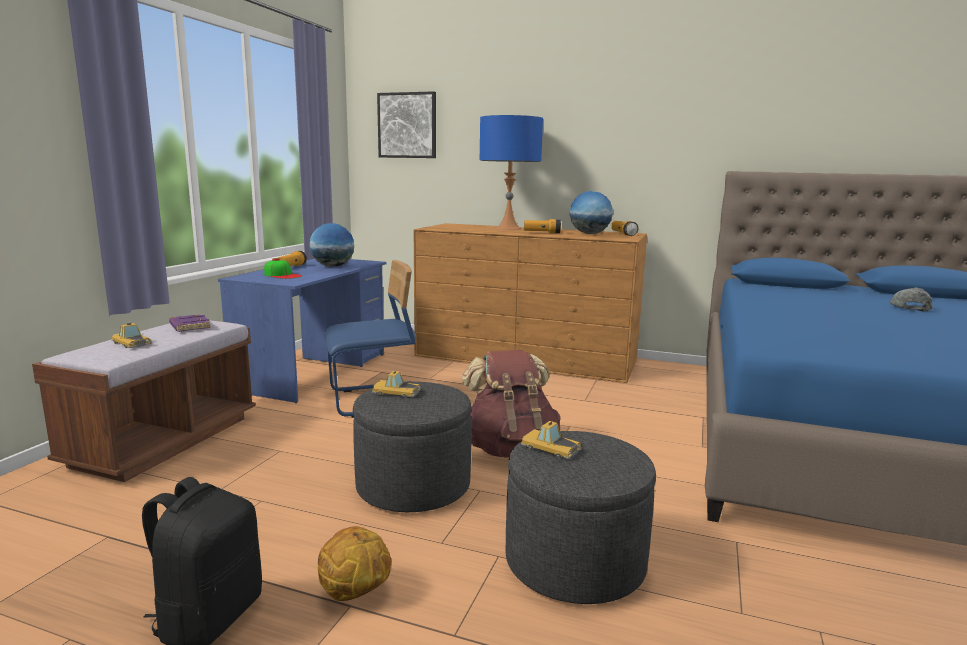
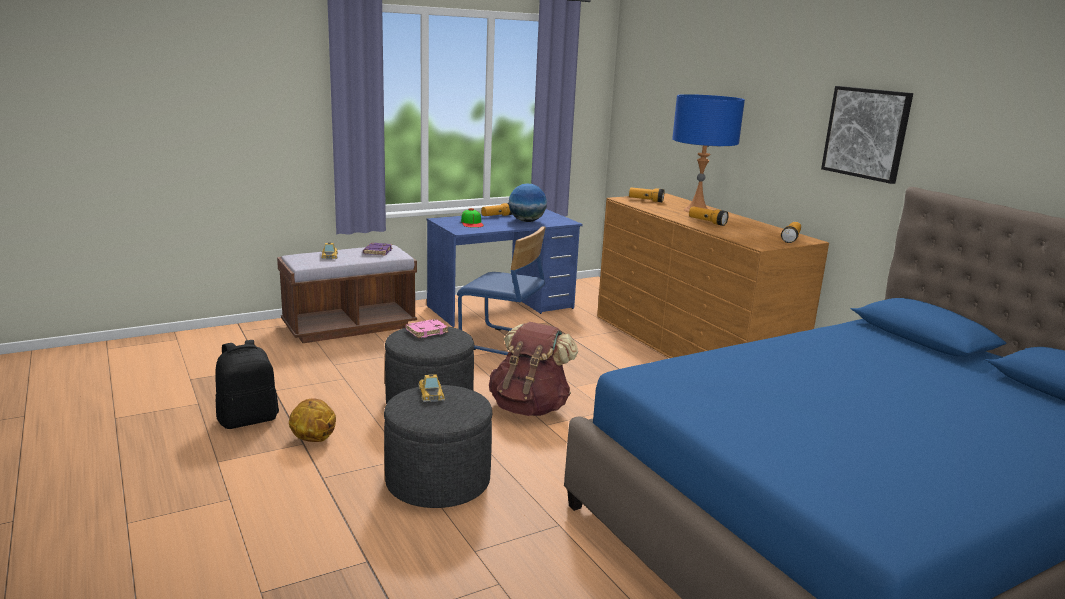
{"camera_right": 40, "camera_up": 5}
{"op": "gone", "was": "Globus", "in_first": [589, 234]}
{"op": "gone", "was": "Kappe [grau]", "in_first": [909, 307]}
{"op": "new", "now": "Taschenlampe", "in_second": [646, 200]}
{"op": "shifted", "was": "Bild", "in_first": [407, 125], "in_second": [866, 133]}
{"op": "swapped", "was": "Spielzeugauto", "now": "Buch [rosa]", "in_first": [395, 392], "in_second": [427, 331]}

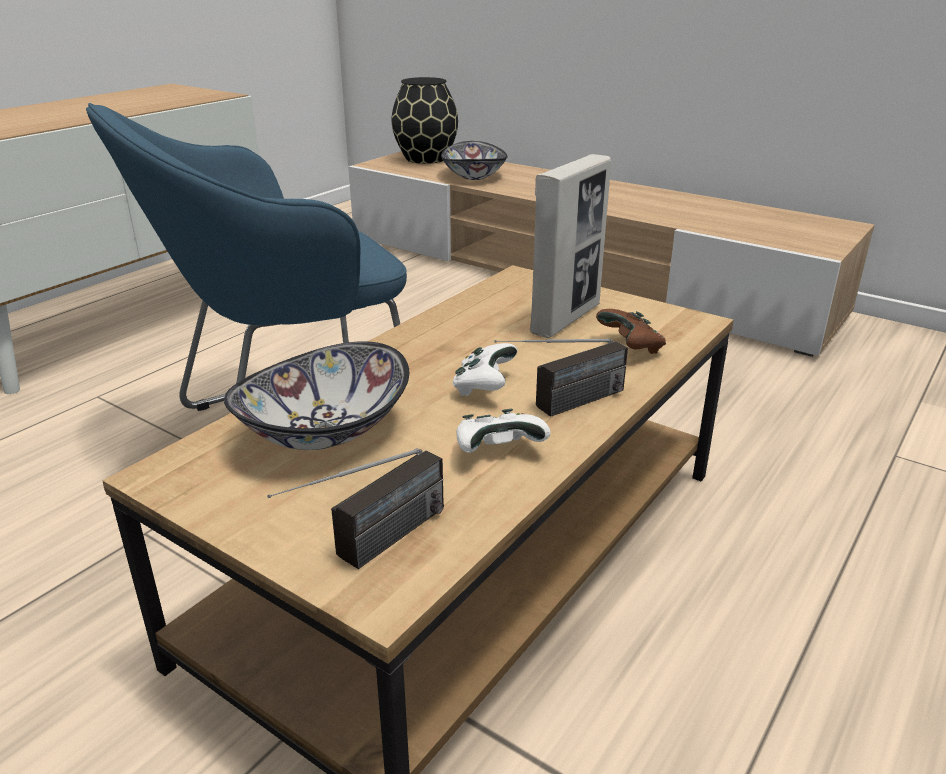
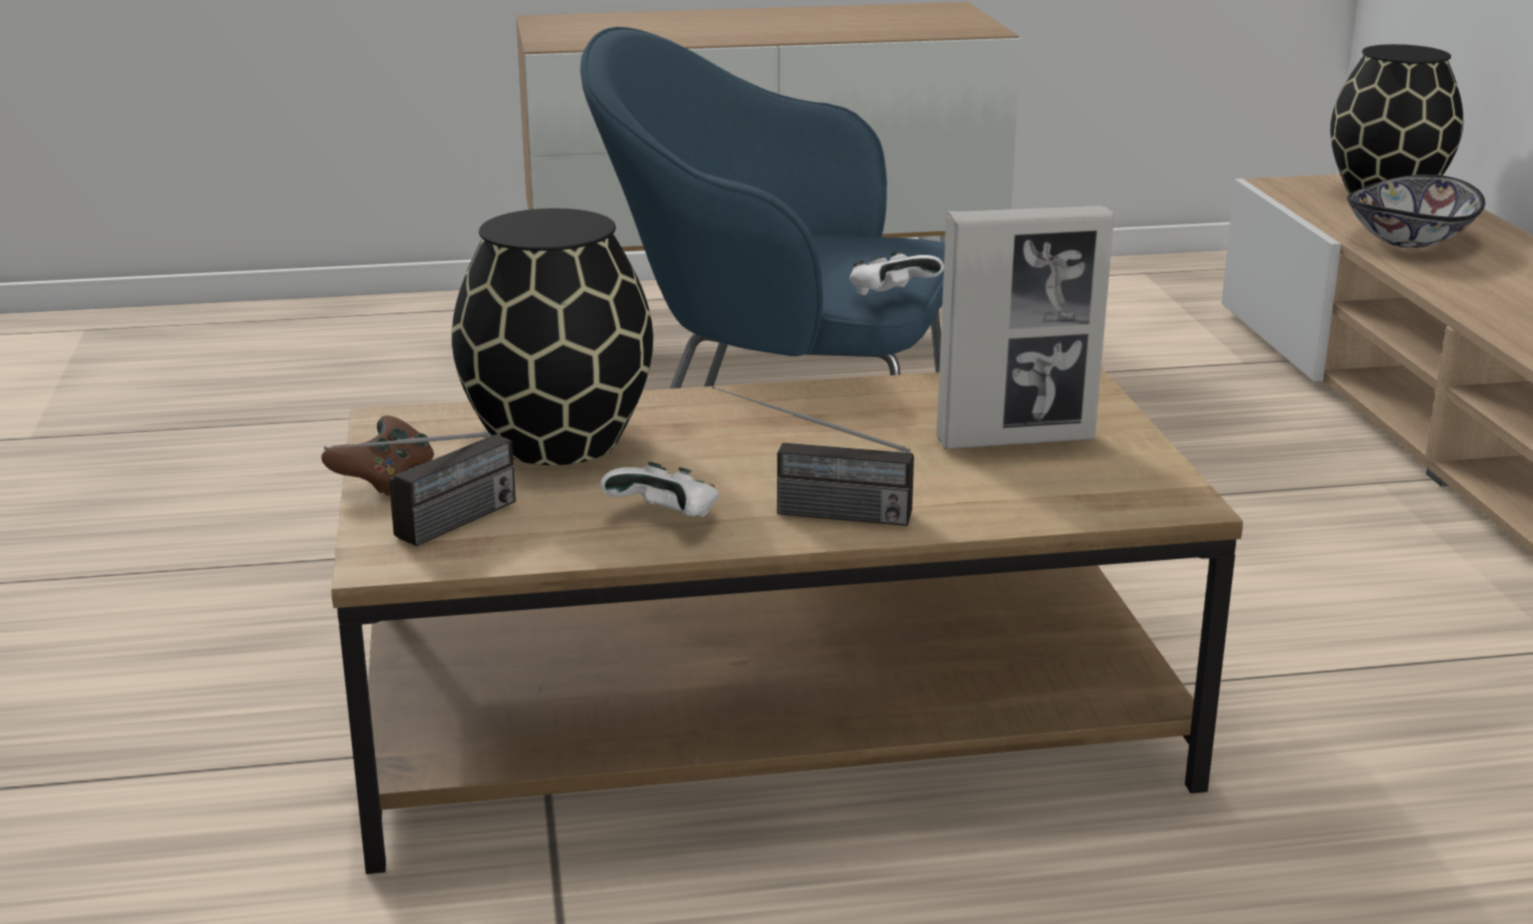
{"camera_right": 45, "camera_up": -5}
{"op": "shifted", "was": "Gamepad [weiß]", "in_first": [484, 387], "in_second": [891, 295]}
{"op": "shifted", "was": "Gamepad [braun]", "in_first": [631, 348], "in_second": [384, 480]}
{"op": "swapped", "was": "Schüssel", "now": "Vase [schwarz]", "in_first": [323, 430], "in_second": [560, 440]}
{"op": "rotated", "was": "Radio", "in_first": [370, 549], "in_second": [431, 532], "clockwise": -45}

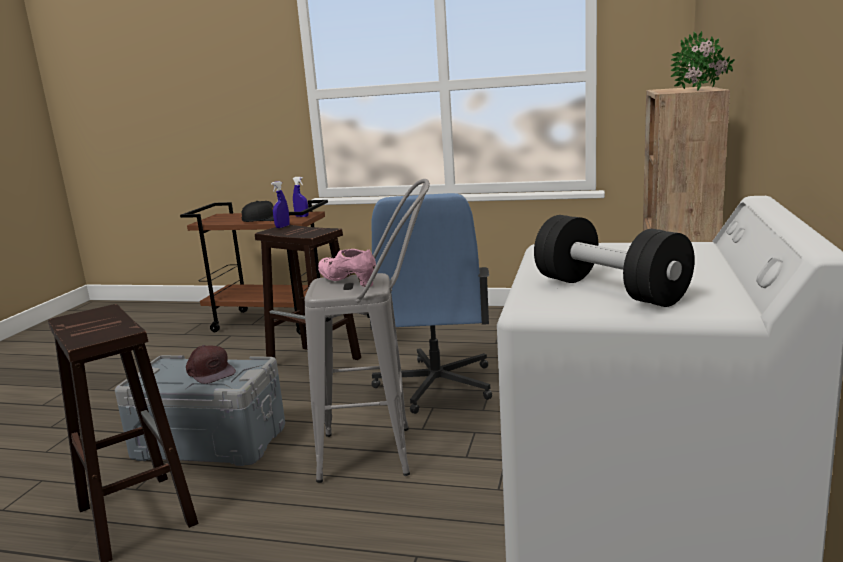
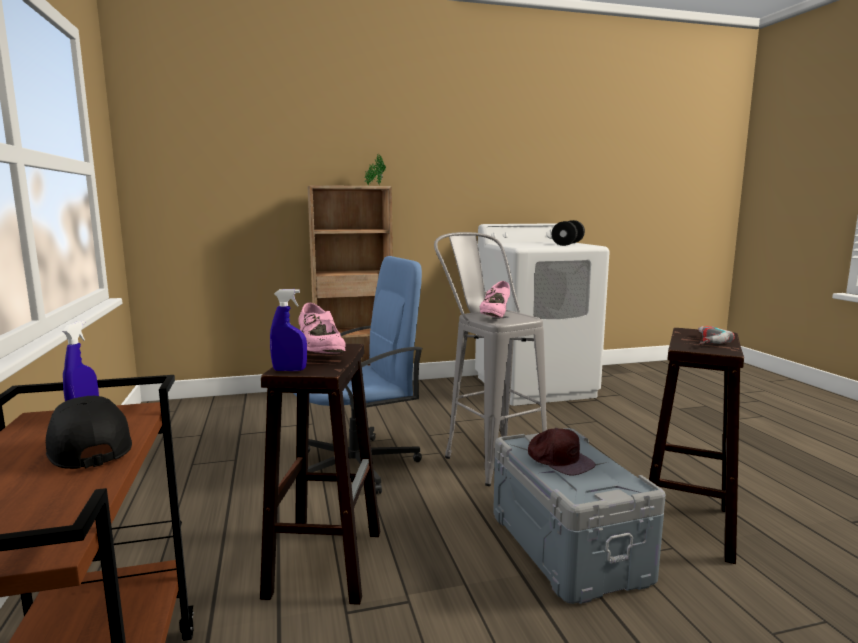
{"camera_right": -120, "camera_up": -5}
{"op": "new", "now": "Schuh [rosa]", "in_second": [321, 352]}
{"op": "new", "now": "Bohrmaschine", "in_second": [700, 341]}
{"op": "rotated", "was": "Kappe [braun]", "in_first": [210, 372], "in_second": [559, 460], "clockwise": 120}

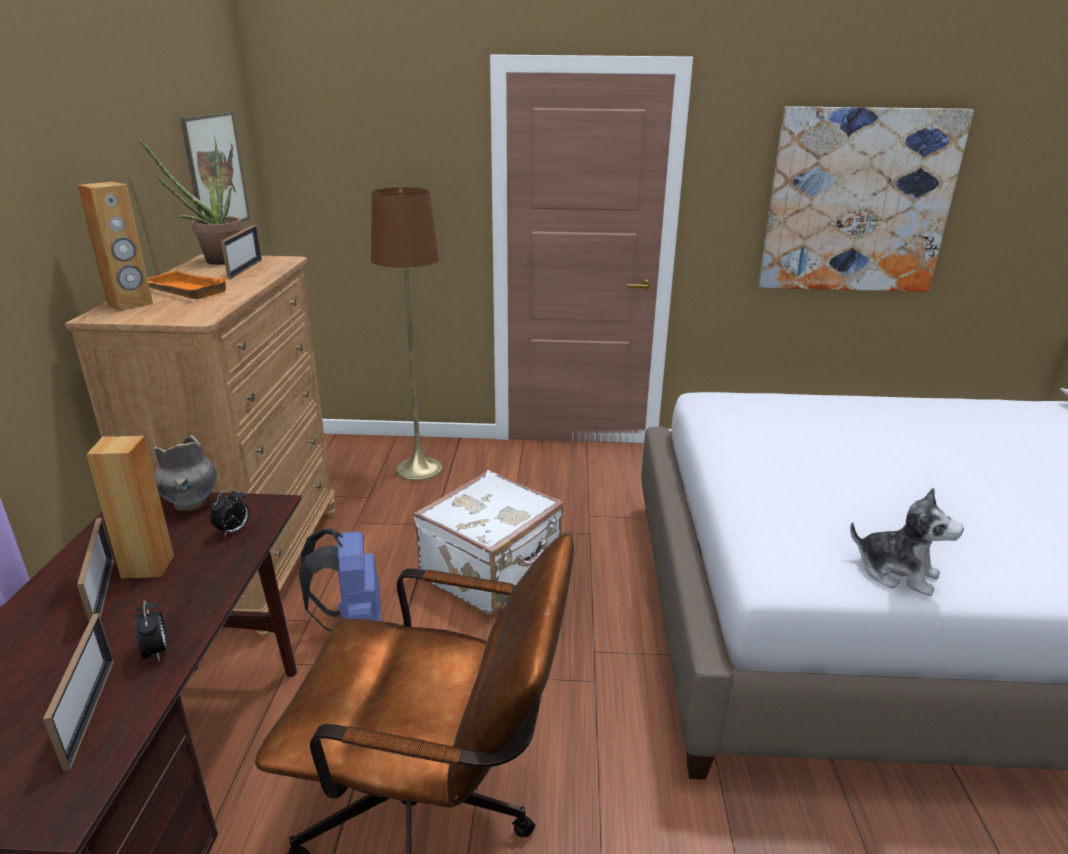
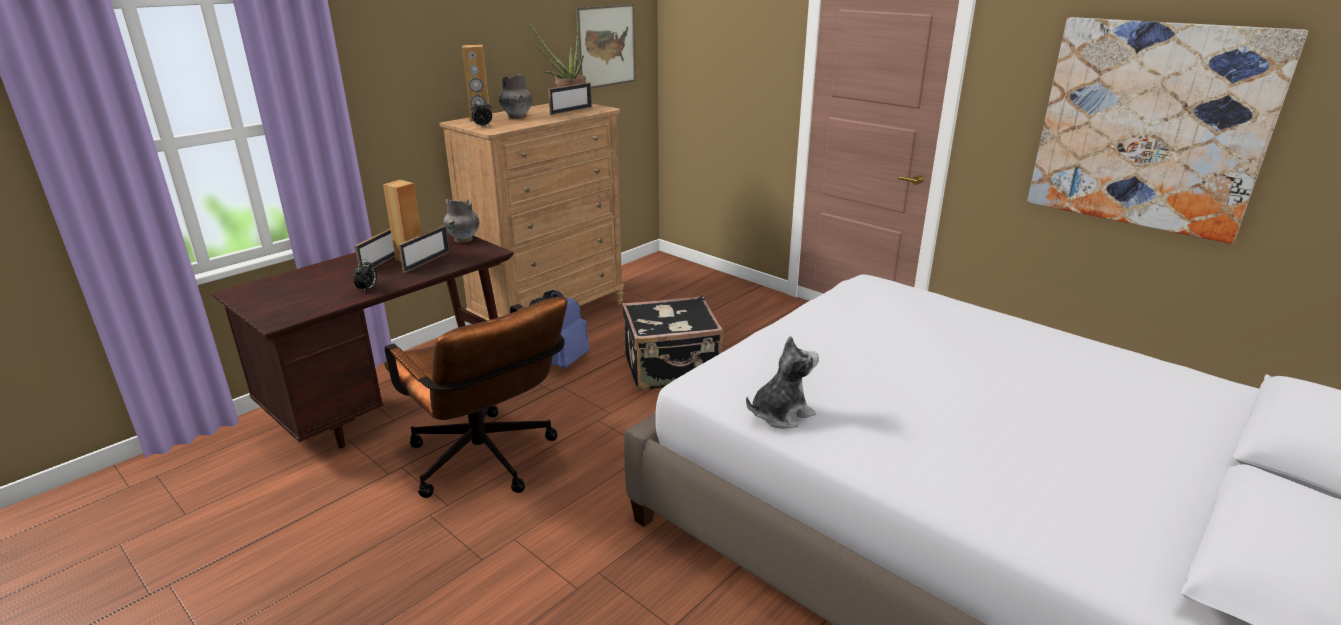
{"camera_right": 40, "camera_up": 0}
{"op": "gone", "was": "Stehlampe [braun]", "in_first": [419, 469]}
{"op": "shifted", "was": "Bilderrahmen", "in_first": [90, 711], "in_second": [427, 262]}
{"op": "shifted", "was": "Wecker", "in_first": [233, 531], "in_second": [483, 127]}
{"op": "swapped", "was": "Tablett [orange]", "now": "Vase [grau]", "in_first": [183, 291], "in_second": [516, 117]}
{"op": "repainted", "was": "Koffer [weiß]", "now": "Koffer [schwarz]", "in_first": [493, 572], "in_second": [672, 370]}
{"op": "rotated", "was": "Plüschtier", "in_first": [897, 572], "in_second": [780, 414], "clockwise": -105}

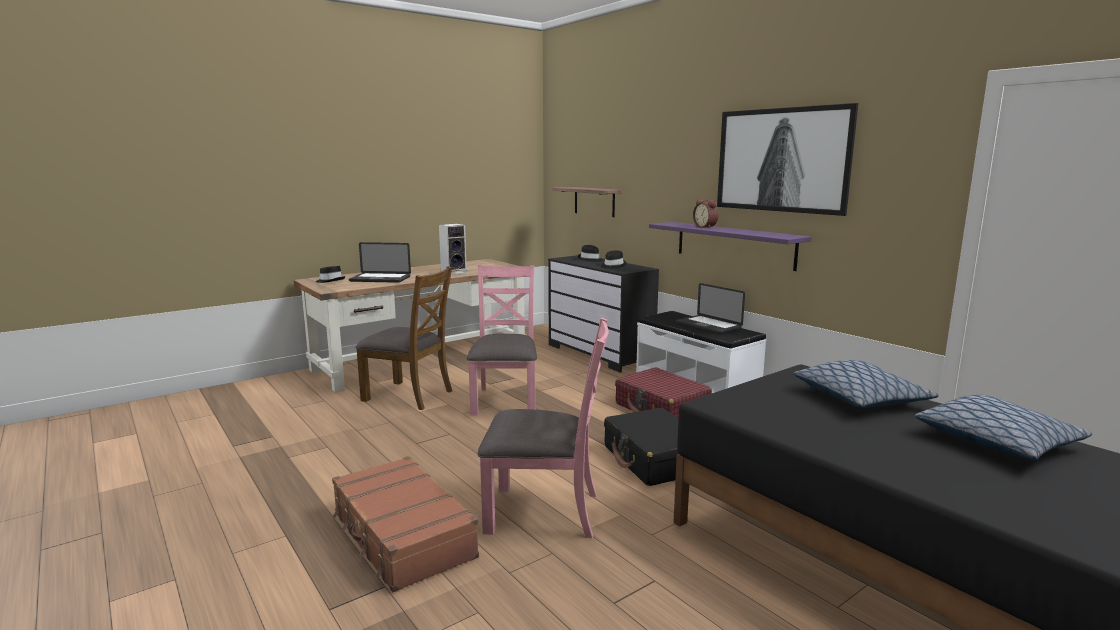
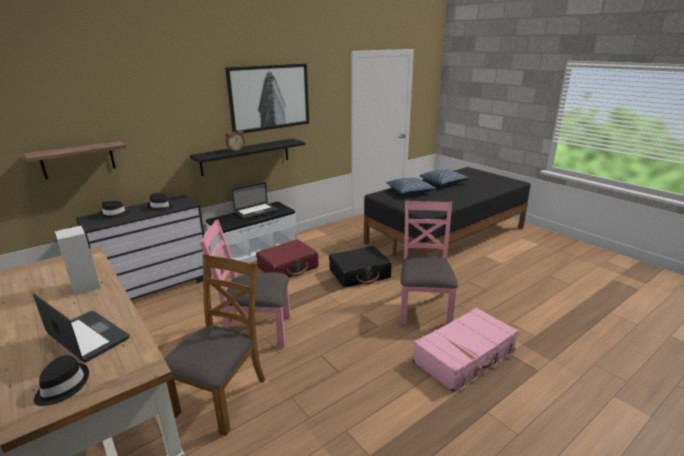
{"camera_right": -90, "camera_up": 10}
{"op": "repainted", "was": "Koffer [braun]", "now": "Koffer [rosa]", "in_first": [402, 535], "in_second": [465, 356]}
{"op": "repainted", "was": "Wandregal [lila]", "now": "Wandregal [schwarz]", "in_first": [734, 245], "in_second": [246, 156]}
{"op": "rotated", "was": "Laptop", "in_first": [380, 279], "in_second": [88, 337], "clockwise": -60}

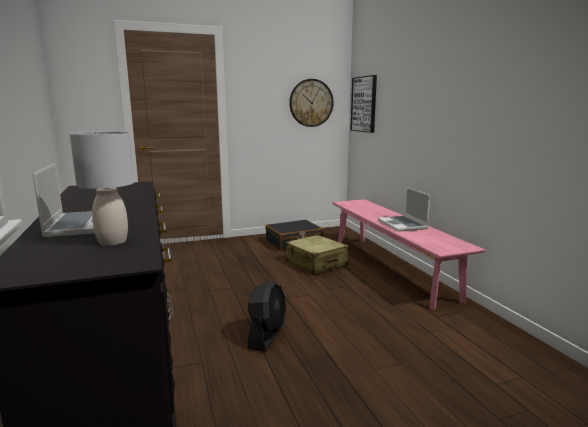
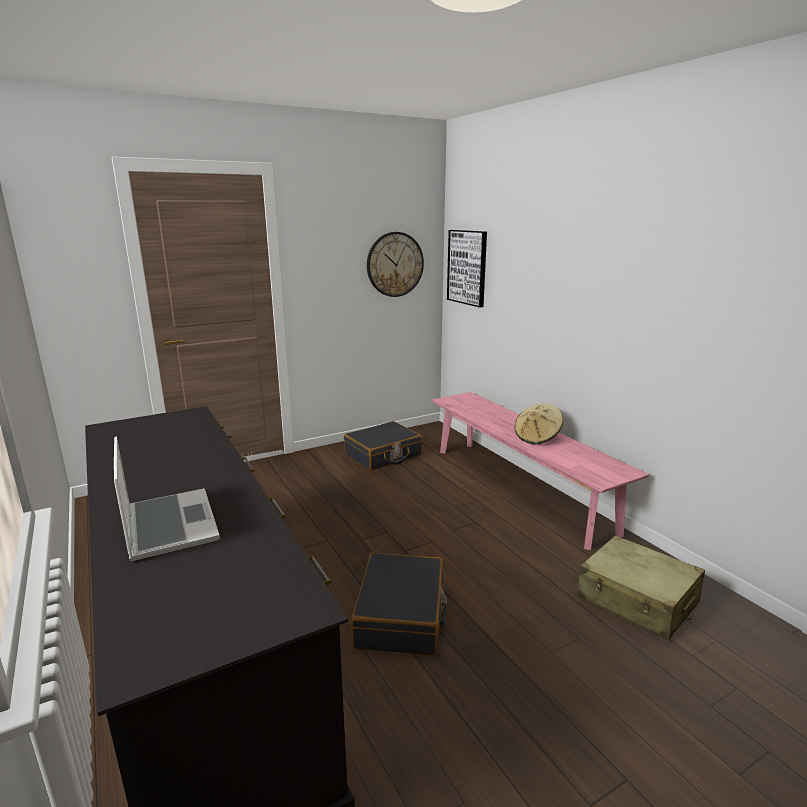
{"camera_right": -10, "camera_up": 5}
{"op": "gone", "was": "Tischlampe [grau]", "in_first": [113, 241]}
{"op": "shifted", "was": "Koffer [beige]", "in_first": [316, 263], "in_second": [637, 600]}
{"op": "swapped", "was": "Ventilator [schwarz]", "now": "Koffer [schwarz]", "in_first": [267, 335], "in_second": [401, 616]}
{"op": "swapped", "was": "Laptop", "now": "Hut [beige]", "in_first": [403, 225], "in_second": [537, 437]}

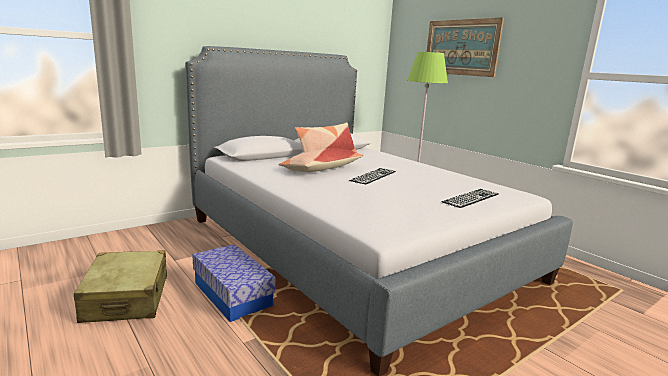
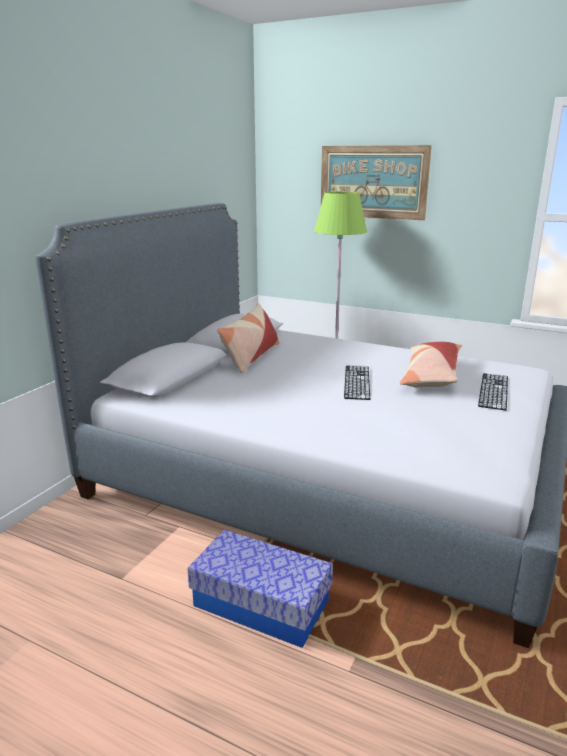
{"camera_right": -25, "camera_up": 5}
{"op": "gone", "was": "Koffer [beige]", "in_first": [127, 298]}
{"op": "shifted", "was": "Kissen", "in_first": [321, 169], "in_second": [431, 376]}

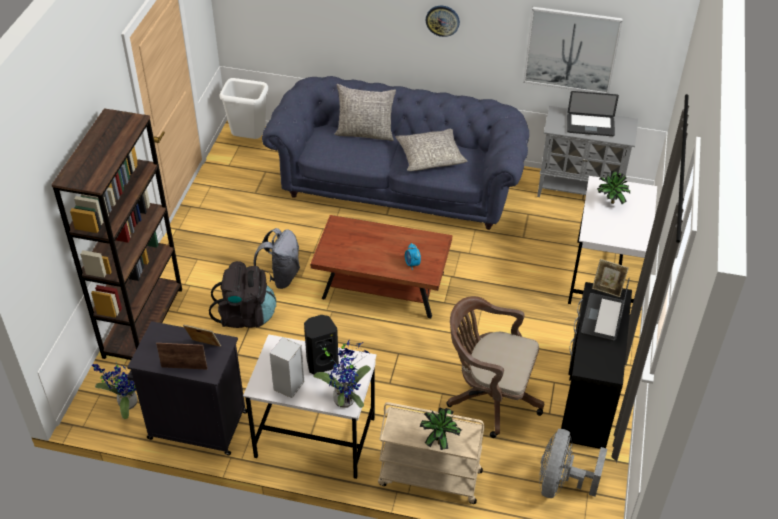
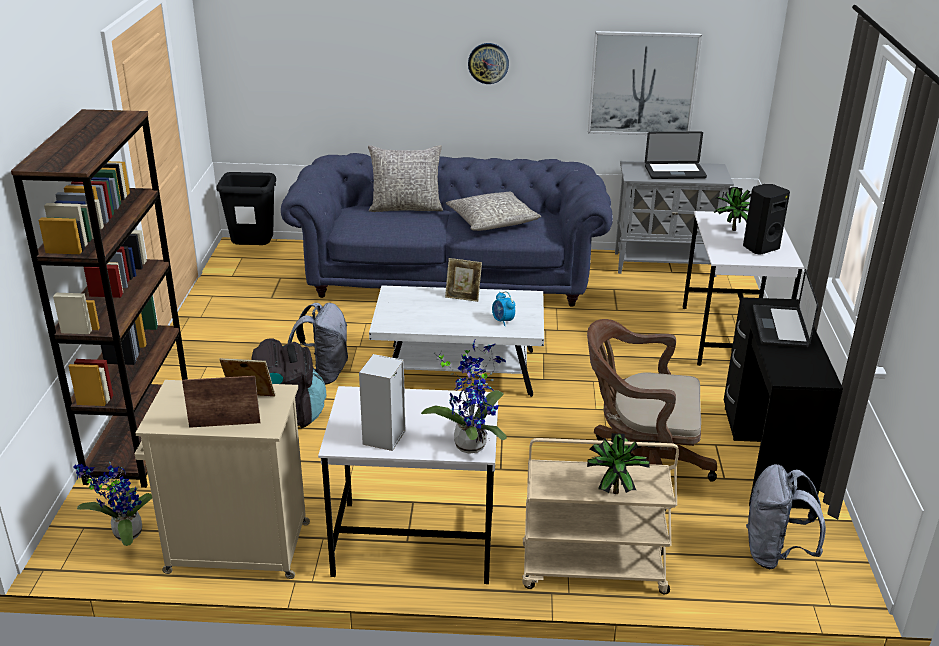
{"camera_right": -10, "camera_up": -15}
{"op": "shifted", "was": "Lautsprecher [schwarz]", "in_first": [321, 362], "in_second": [759, 247]}
{"op": "shifted", "was": "Bilderrahmen", "in_first": [607, 289], "in_second": [463, 296]}
{"op": "swapped", "was": "Ventilator [grau]", "now": "Rucksack [grau]", "in_first": [561, 483], "in_second": [774, 554]}
{"op": "repainted", "was": "Schrank [schwarz]", "now": "Schrank [beige]", "in_first": [196, 425], "in_second": [235, 548]}
{"op": "repainted", "was": "Mülleimer [weiß]", "now": "Mülleimer [schwarz]", "in_first": [249, 140], "in_second": [254, 252]}
{"op": "repainted", "was": "Couchtisch [braun]", "now": "Couchtisch [weiß]", "in_first": [383, 286], "in_second": [459, 371]}

